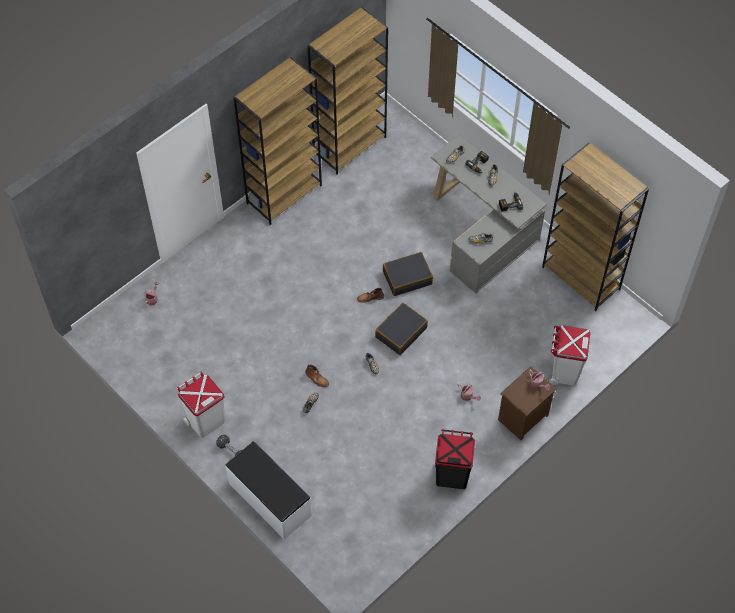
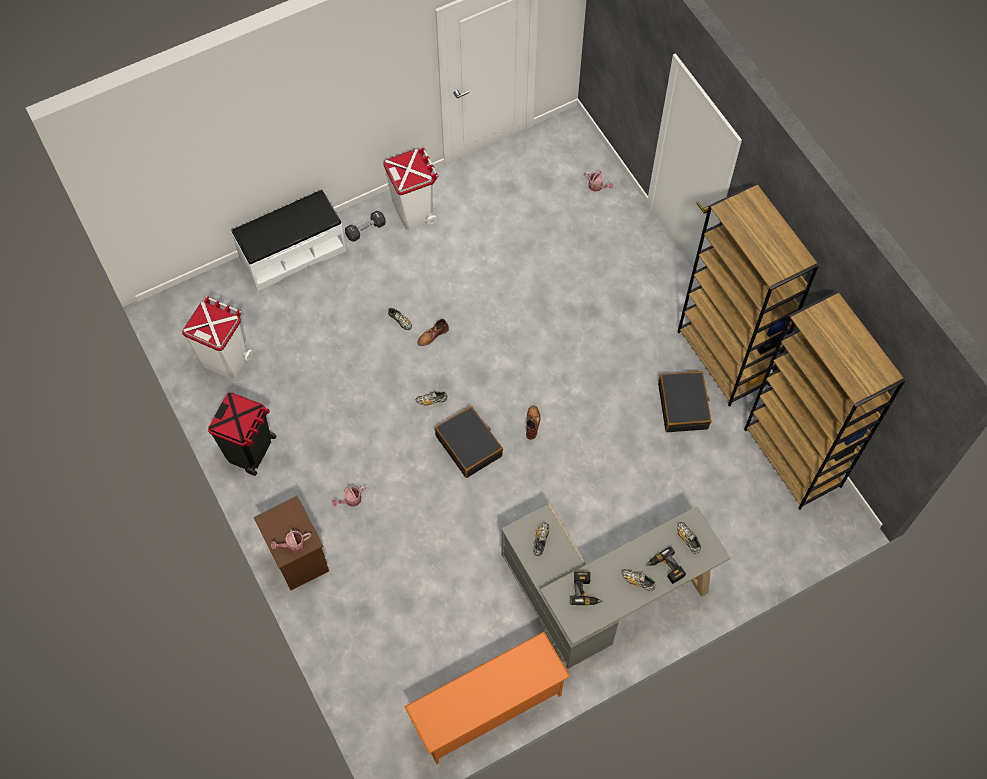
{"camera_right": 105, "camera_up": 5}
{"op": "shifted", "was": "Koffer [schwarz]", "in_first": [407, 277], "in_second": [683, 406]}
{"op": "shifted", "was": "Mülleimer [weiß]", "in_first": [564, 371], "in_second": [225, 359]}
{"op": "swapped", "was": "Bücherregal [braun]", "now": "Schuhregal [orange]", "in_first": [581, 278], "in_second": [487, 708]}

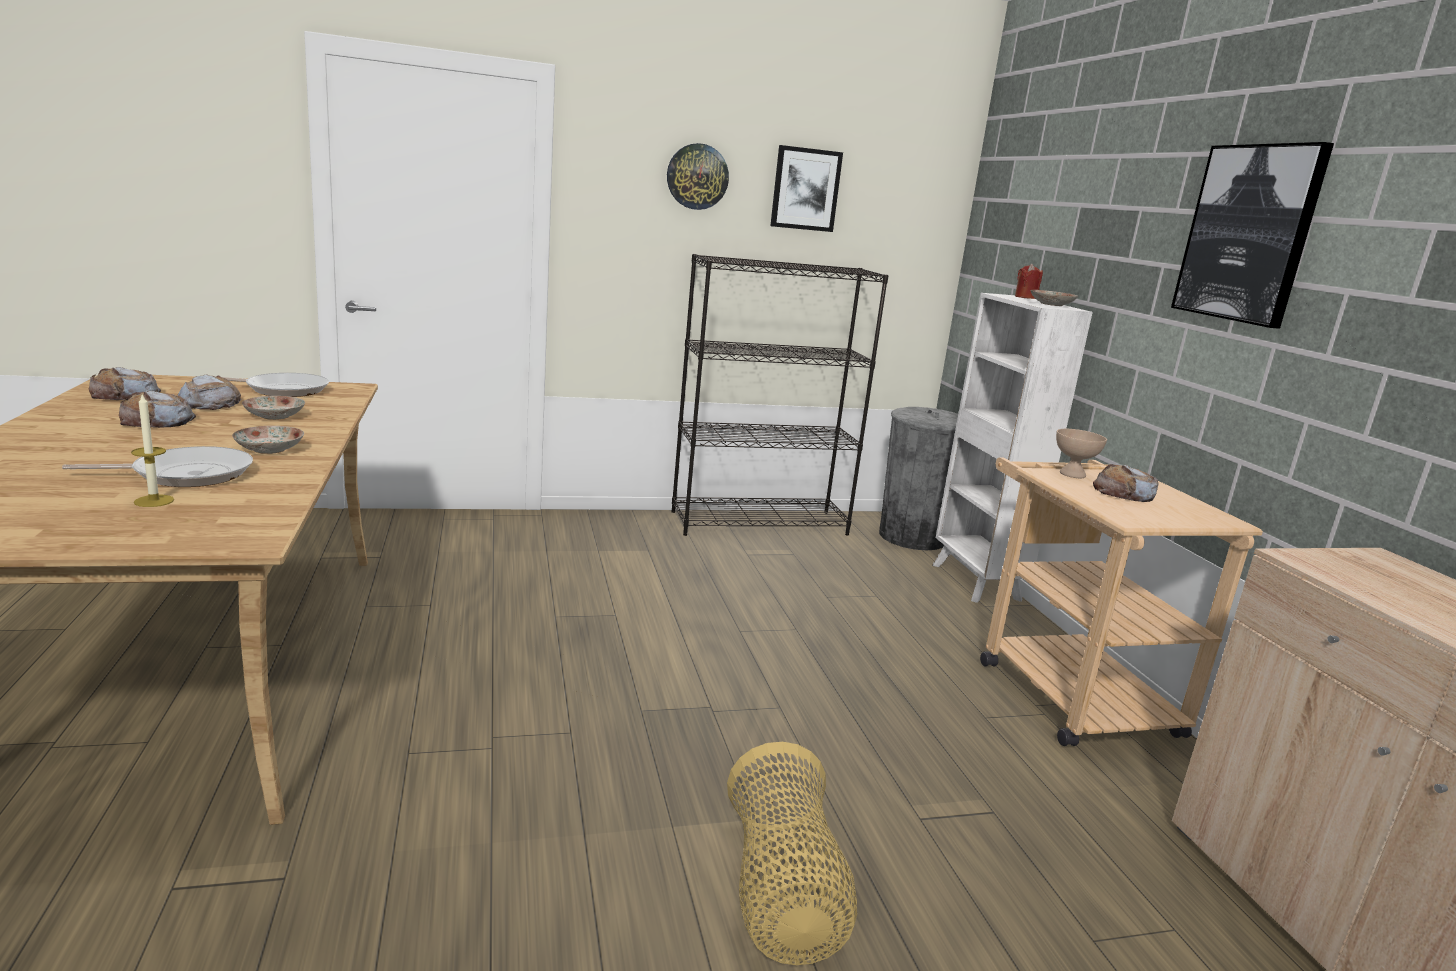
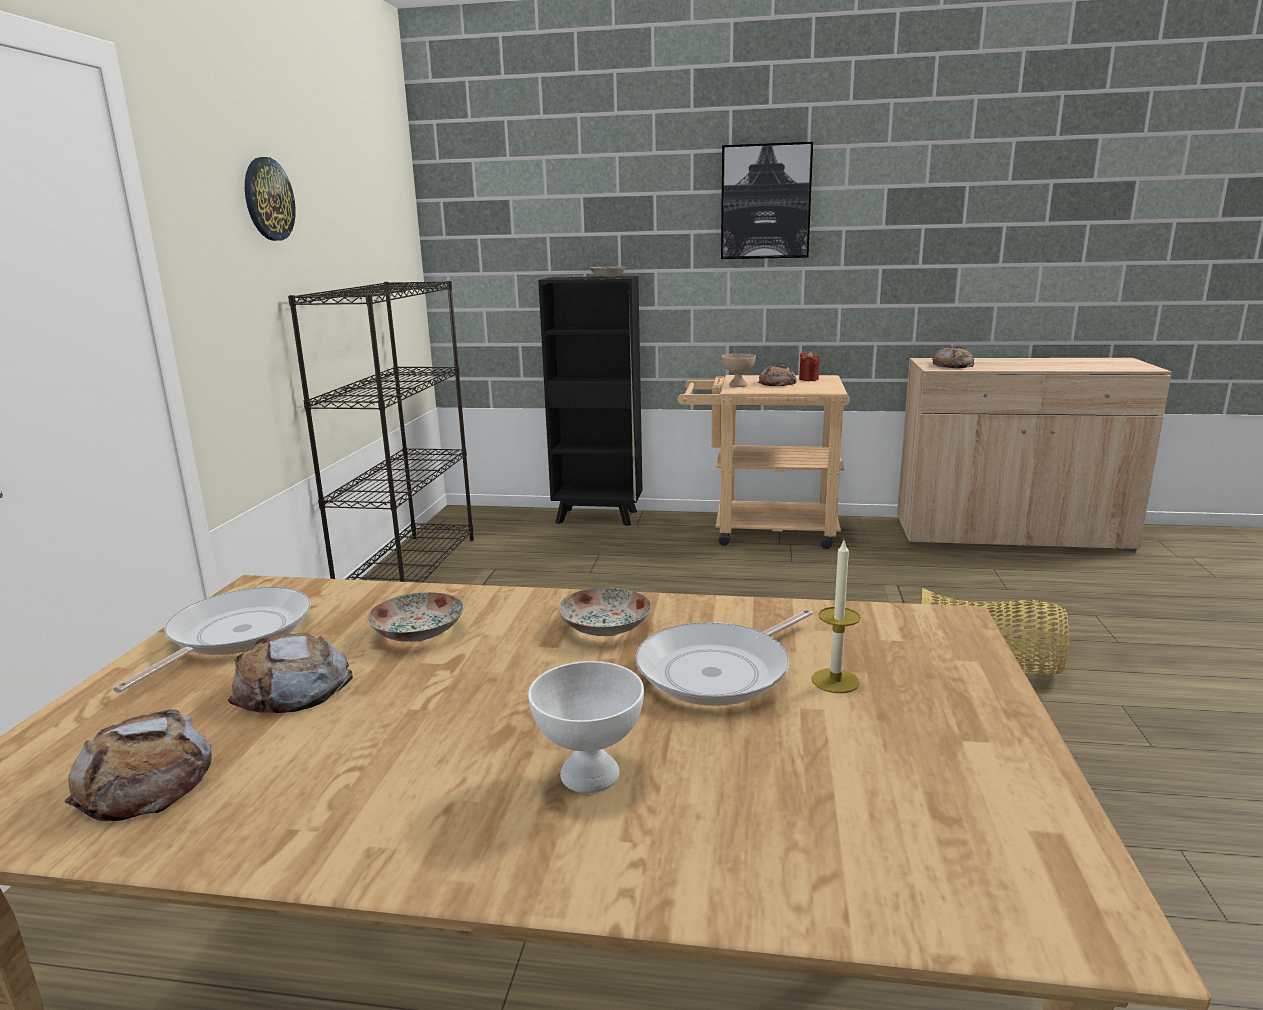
{"camera_right": -65, "camera_up": 0}
{"op": "gone", "was": "Bild", "in_first": [805, 189]}
{"op": "gone", "was": "Mülleimer [grau]", "in_first": [912, 537]}
{"op": "new", "now": "Schüssel [weiß]", "in_second": [592, 775]}
{"op": "shifted", "was": "Brot", "in_first": [157, 421], "in_second": [953, 365]}
{"op": "shifted", "was": "Kerze [rot]", "in_first": [1026, 297], "in_second": [808, 379]}
{"op": "repainted", "was": "Bücherregal [weiß]", "now": "Bücherregal [schwarz]", "in_first": [976, 583], "in_second": [598, 517]}
{"op": "rotated", "was": "Pfanne", "in_first": [186, 474], "in_second": [720, 670], "clockwise": -135}

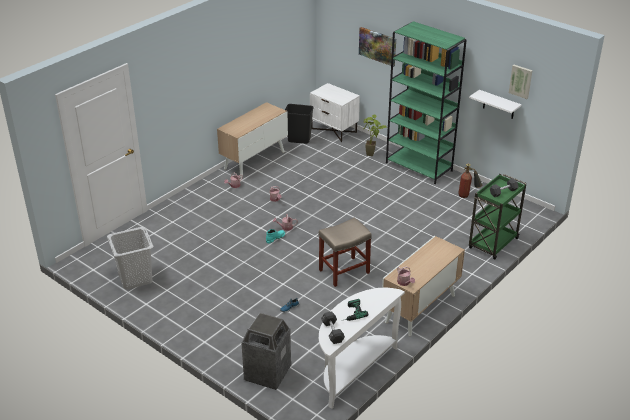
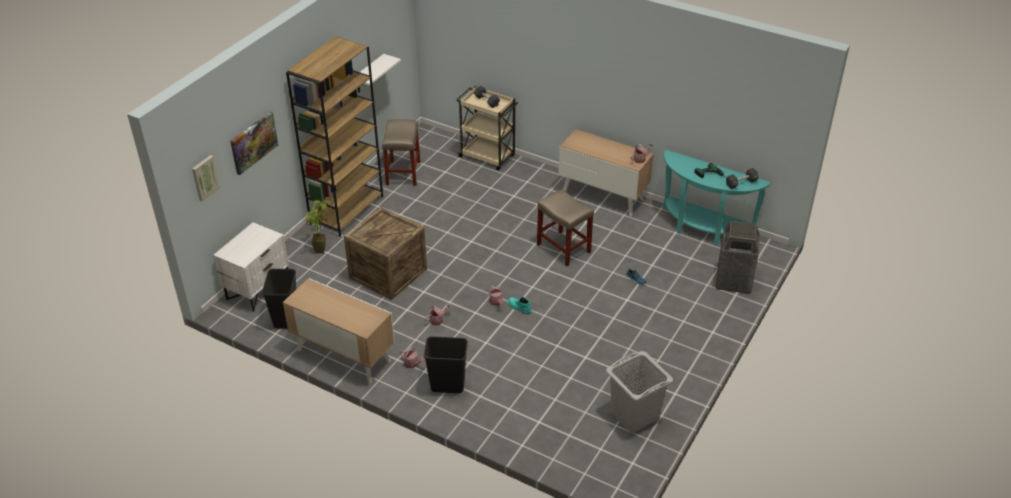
{"camera_right": -100, "camera_up": 5}
{"op": "new", "now": "Kiste", "in_second": [388, 273]}
{"op": "new", "now": "Mülleimer [schwarz]", "in_second": [447, 386]}
{"op": "shifted", "was": "Bild", "in_first": [521, 81], "in_second": [204, 177]}
{"op": "swapped", "was": "Feuerlöscher", "now": "Hocker [beige]", "in_first": [468, 196], "in_second": [403, 173]}
{"op": "repainted", "was": "Konsolentisch [weiß]", "now": "Konsolentisch [türkis]", "in_first": [353, 370], "in_second": [703, 228]}
{"op": "repainted", "was": "Bücherregal [grün]", "now": "Bücherregal [braun]", "in_first": [419, 167], "in_second": [347, 210]}
{"op": "repainted", "was": "Rollwagen [grün]", "now": "Rollwagen [beige]", "in_first": [492, 244], "in_second": [488, 157]}

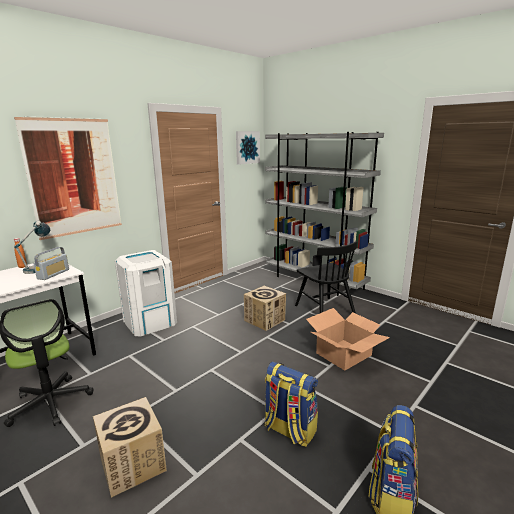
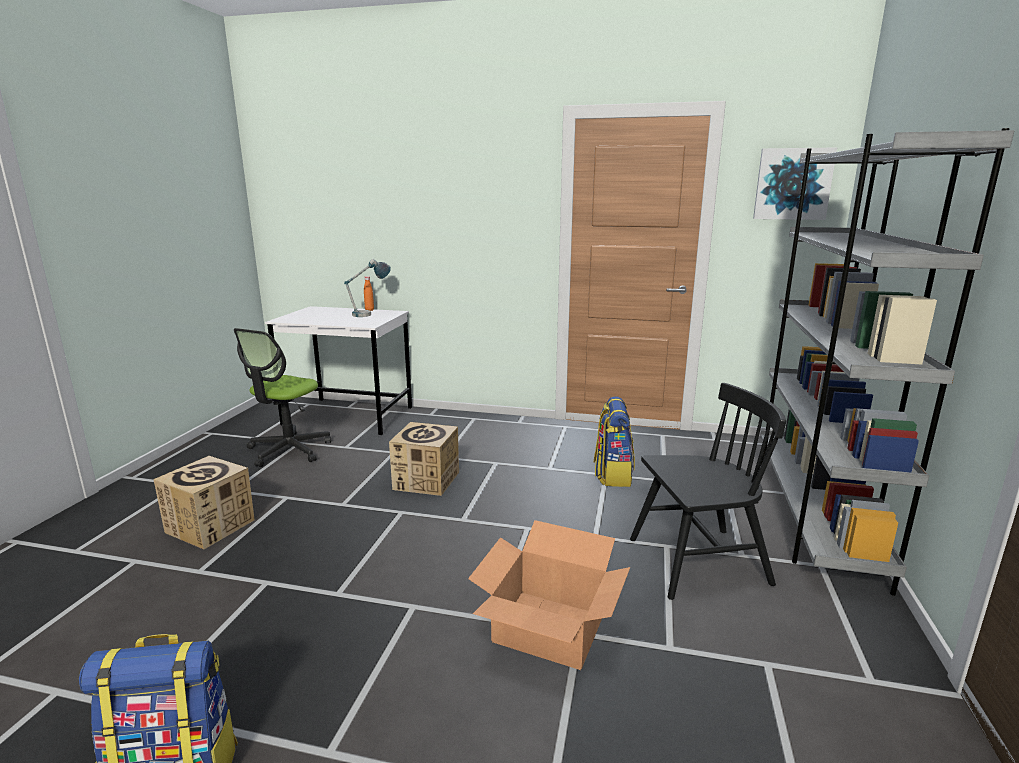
{"camera_right": 60, "camera_up": 0}
{"op": "gone", "was": "Bild", "in_first": [74, 177]}
{"op": "gone", "was": "Radio", "in_first": [53, 274]}
{"op": "gone", "was": "Mülleimer [weiß]", "in_first": [150, 322]}
{"op": "shifted", "was": "Karton", "in_first": [265, 320], "in_second": [426, 480]}
{"op": "shifted", "was": "Rucksack", "in_first": [289, 430], "in_second": [612, 474]}
{"op": "rotated", "was": "Stuhl [schwarz]", "in_first": [324, 310], "in_second": [697, 562], "clockwise": -135}

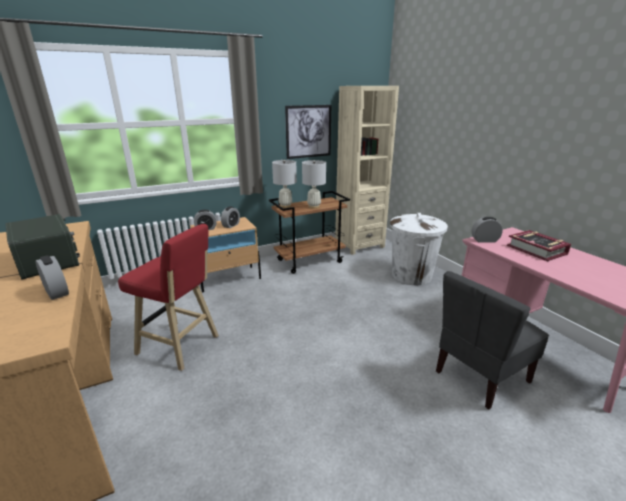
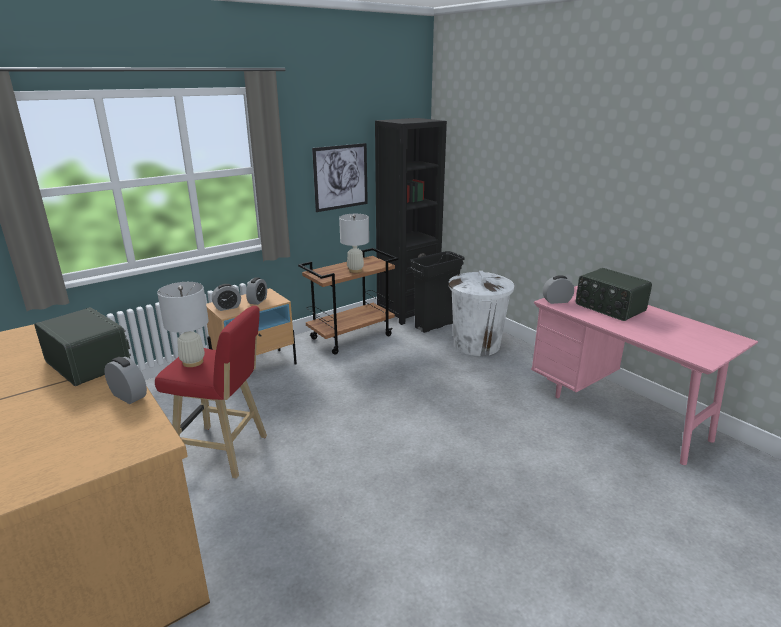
{"camera_right": -10, "camera_up": 0}
{"op": "gone", "was": "Stuhl [grau]", "in_first": [480, 376]}
{"op": "new", "now": "Mülleimer [schwarz]", "in_second": [434, 325]}
{"op": "shifted", "was": "Tischlampe [weiß]", "in_first": [285, 206], "in_second": [193, 362]}
{"op": "swapped", "was": "Buch", "now": "Radio", "in_first": [536, 250], "in_second": [609, 308]}
{"op": "repainted", "was": "Bücherregal [beige]", "now": "Bücherregal [schwarz]", "in_first": [359, 245], "in_second": [407, 311]}

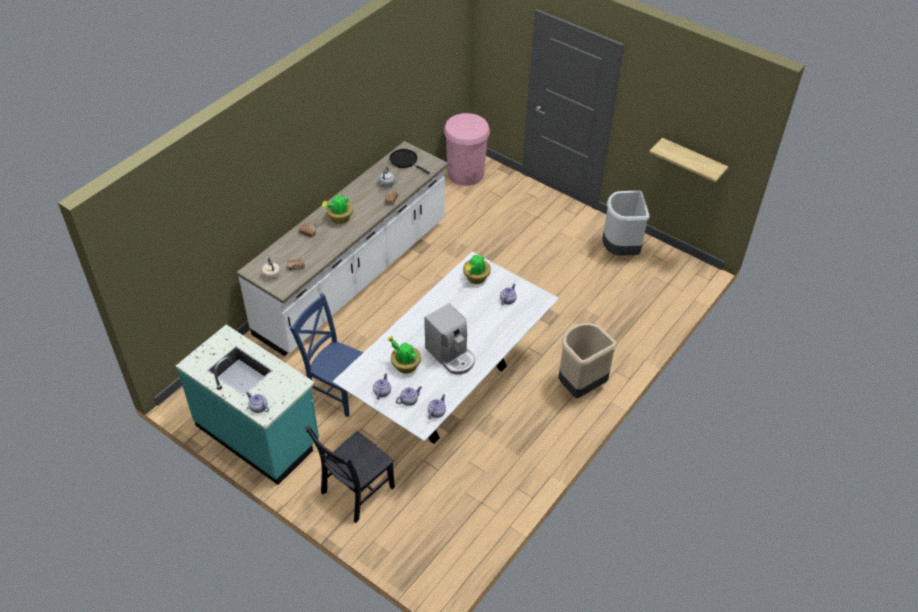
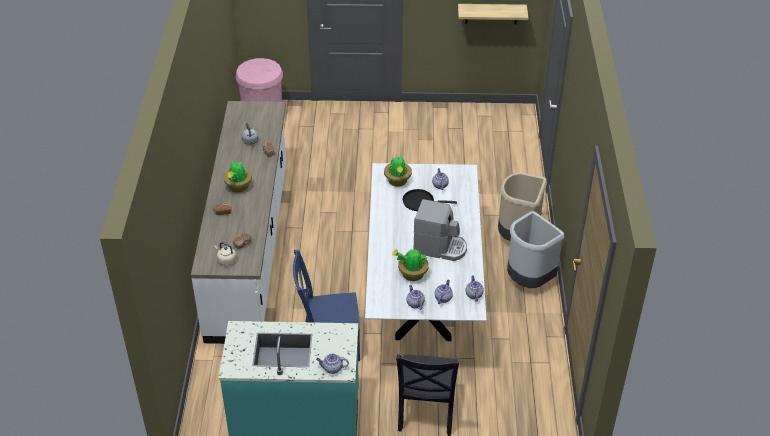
{"camera_right": -35, "camera_up": -5}
{"op": "shifted", "was": "Pfanne [schwarz]", "in_first": [405, 161], "in_second": [420, 202]}
{"op": "shifted", "was": "Mülleimer [grau]", "in_first": [620, 250], "in_second": [528, 281]}

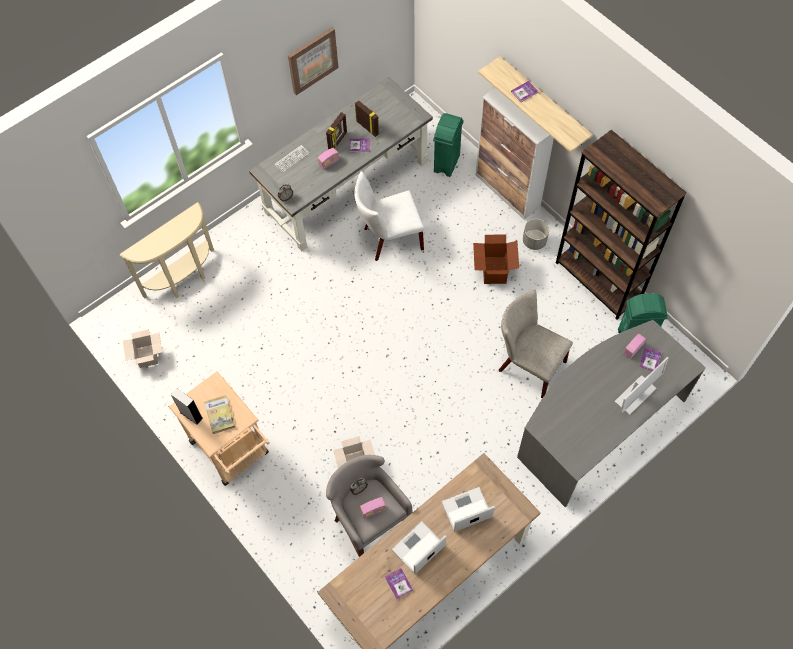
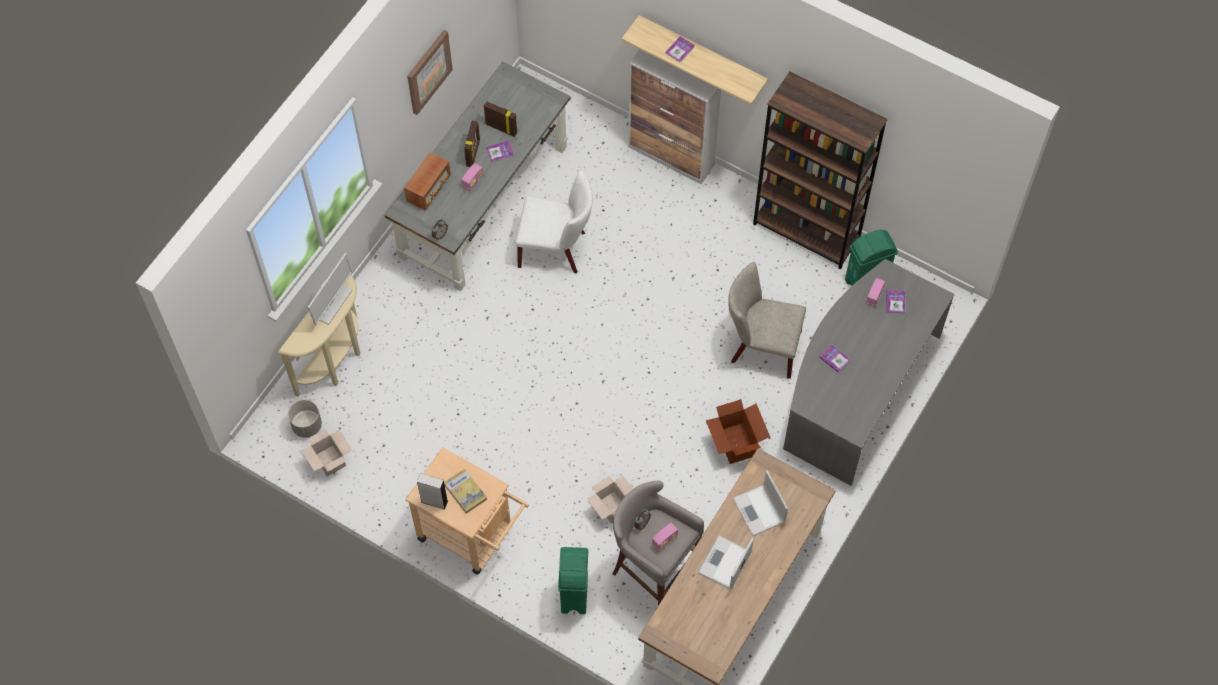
{"camera_right": -20, "camera_up": 0}
{"op": "shifted", "was": "Buch", "in_first": [398, 583], "in_second": [834, 358]}
{"op": "shifted", "was": "Mülleimer [grün]", "in_first": [446, 164], "in_second": [574, 595]}
{"op": "shifted", "was": "Karton", "in_first": [493, 270], "in_second": [735, 444]}
{"op": "shifted", "was": "Pflanzkübel [grau]", "in_first": [534, 241], "in_second": [307, 425]}
{"op": "shifted", "was": "Monitor", "in_first": [635, 395], "in_second": [331, 303]}
{"op": "swapped", "was": "Tastatur", "now": "Radio", "in_first": [292, 159], "in_second": [428, 188]}
{"op": "rotated", "was": "Stuhl [weiß]", "in_first": [389, 239], "in_second": [556, 249], "clockwise": -135}
{"op": "rotated", "was": "Laptop", "in_first": [466, 510], "in_second": [759, 511], "clockwise": -75}

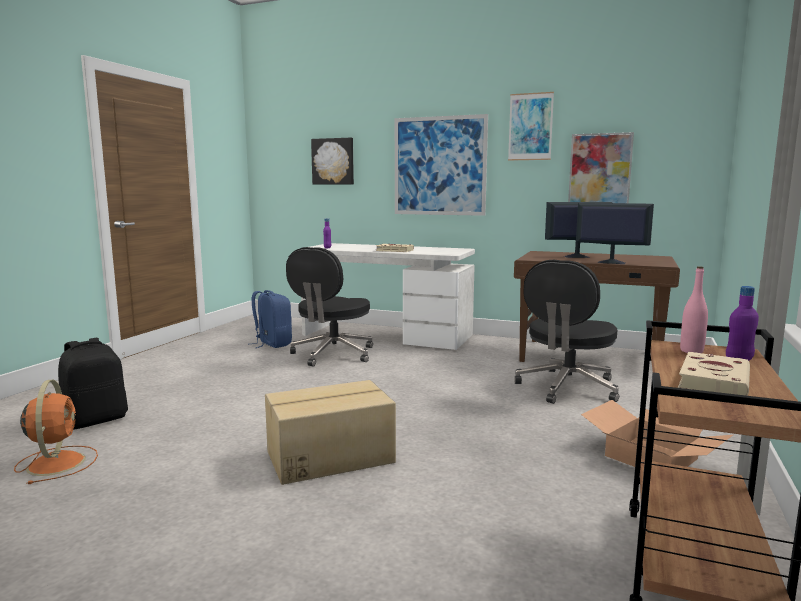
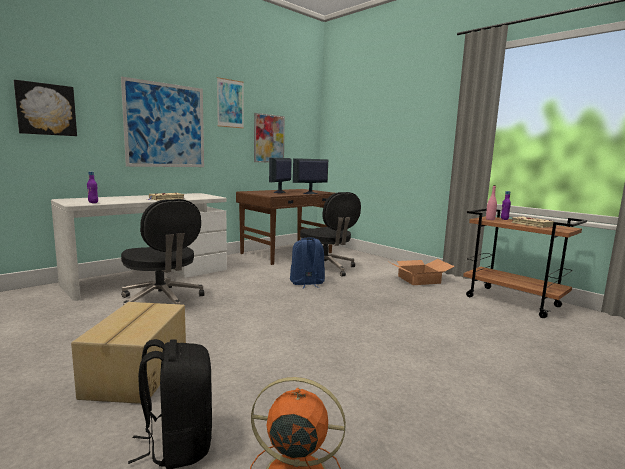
{"camera_right": -65, "camera_up": 0}
{"op": "shifted", "was": "Rucksack [blau]", "in_first": [272, 344], "in_second": [307, 283]}
{"op": "shifted", "was": "Karton", "in_first": [329, 457], "in_second": [136, 372]}

